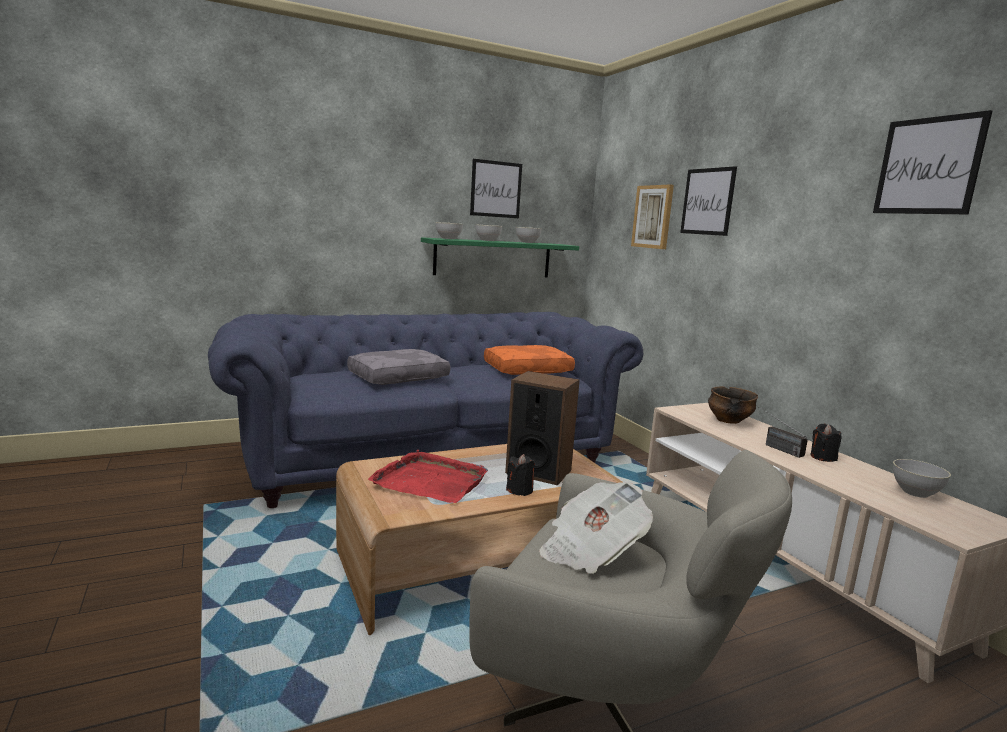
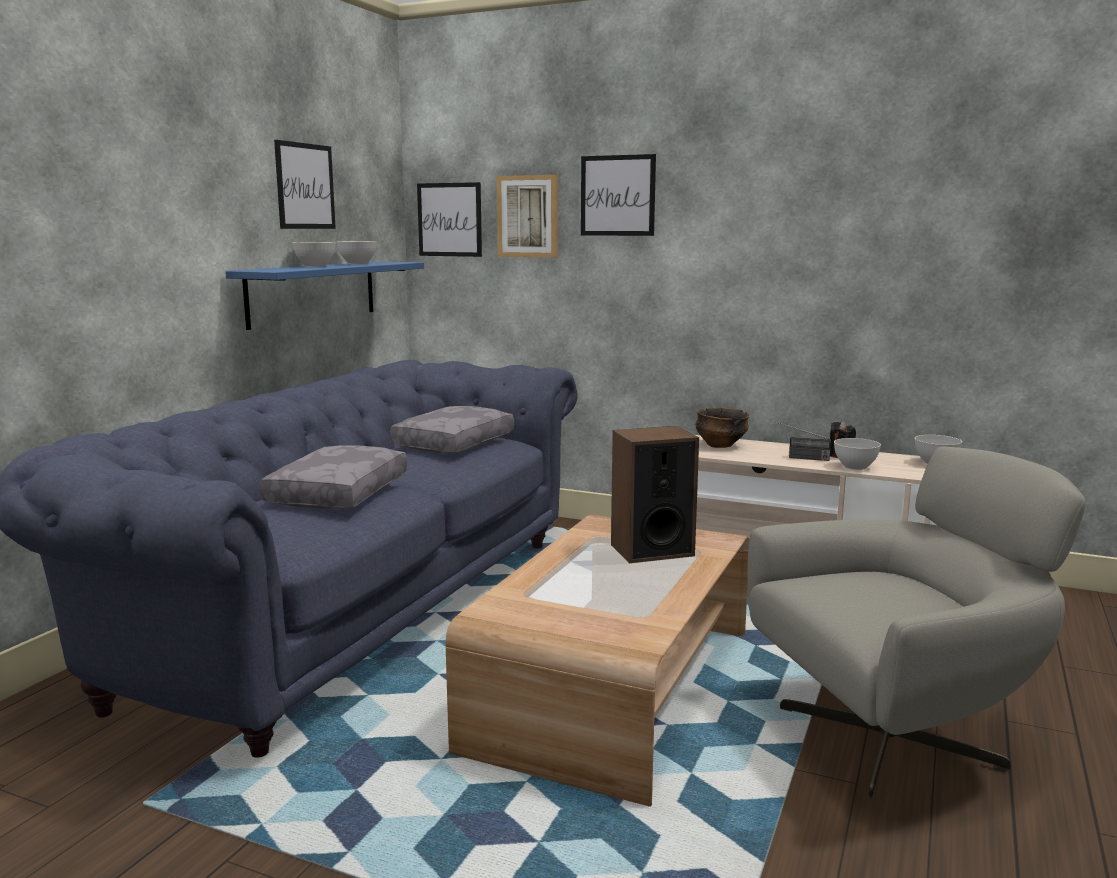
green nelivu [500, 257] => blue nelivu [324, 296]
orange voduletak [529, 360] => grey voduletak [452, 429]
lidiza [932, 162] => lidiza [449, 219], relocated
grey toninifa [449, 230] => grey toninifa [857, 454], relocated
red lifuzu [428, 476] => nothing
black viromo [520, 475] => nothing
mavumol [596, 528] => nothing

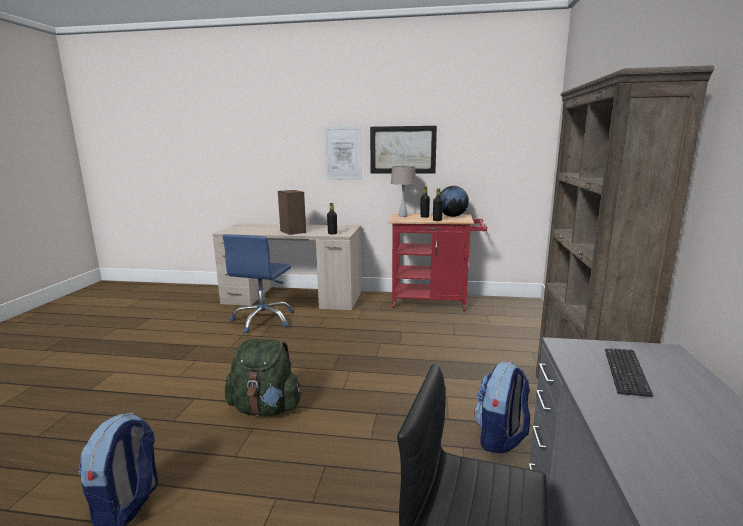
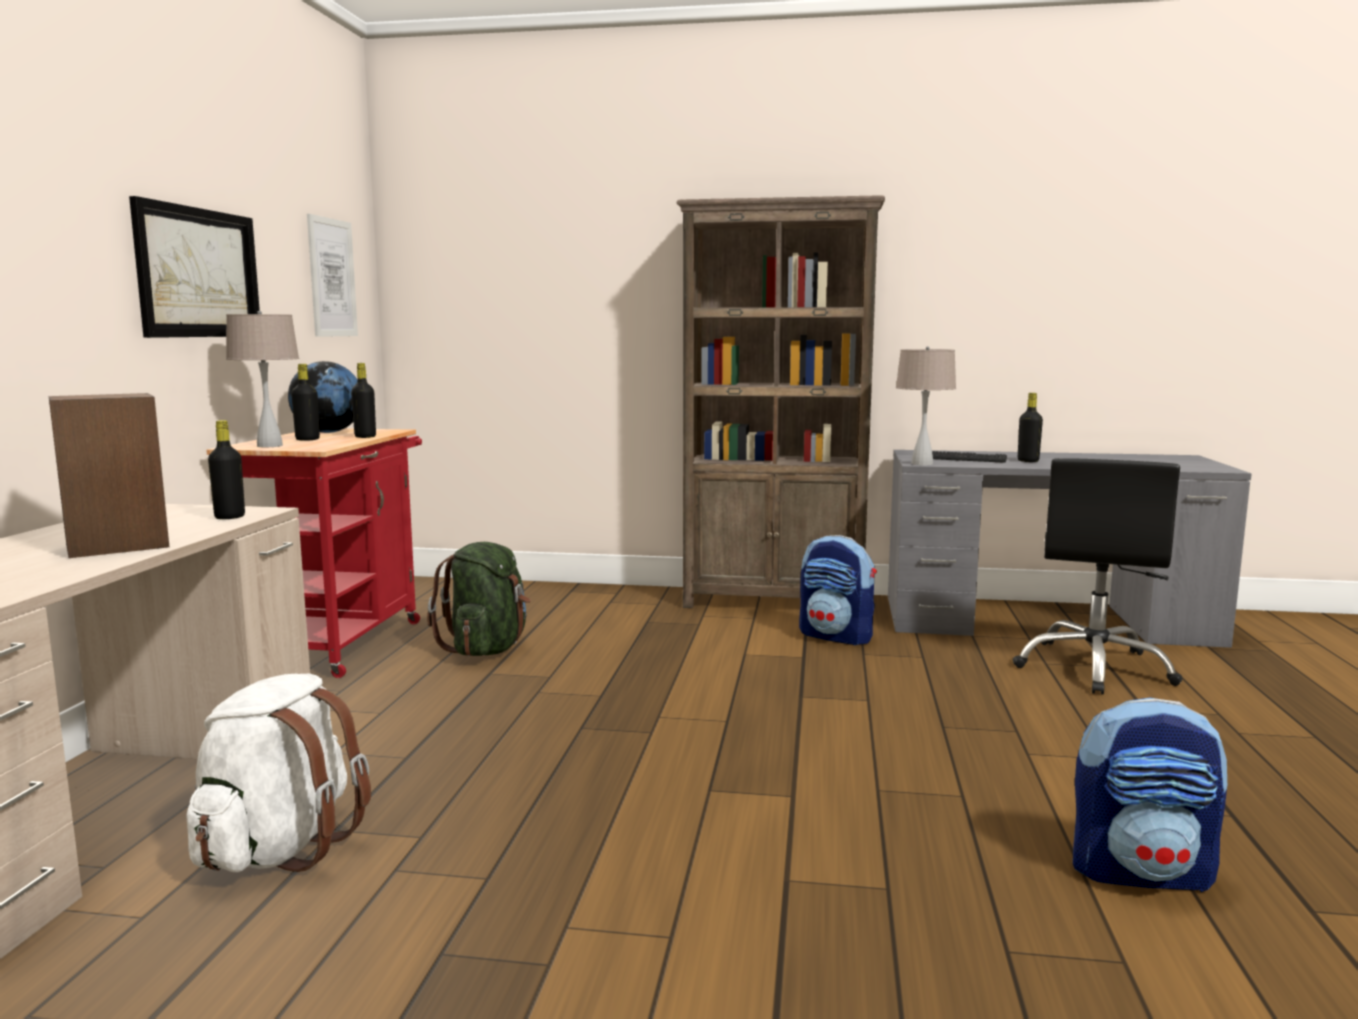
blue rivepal [258, 283] => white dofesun [278, 773]
lidiza [343, 153] => lidiza [332, 275], relocated
green dofesun [263, 377] => green dofesun [479, 599], relocated
nothing => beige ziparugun [926, 405]
nothing => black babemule [1030, 427]

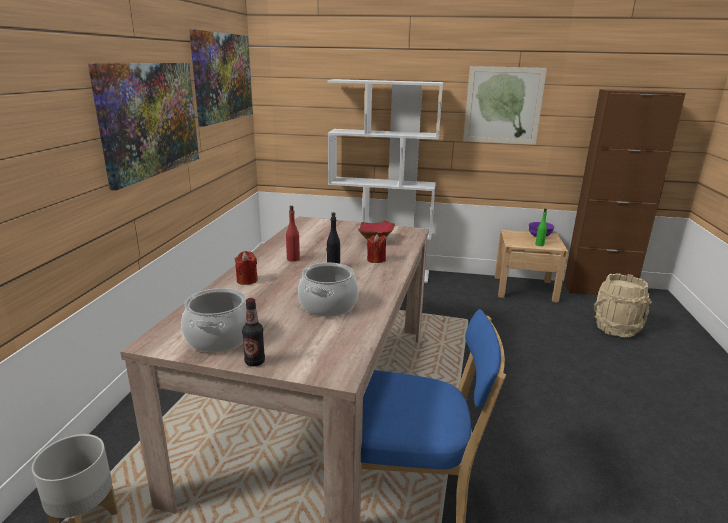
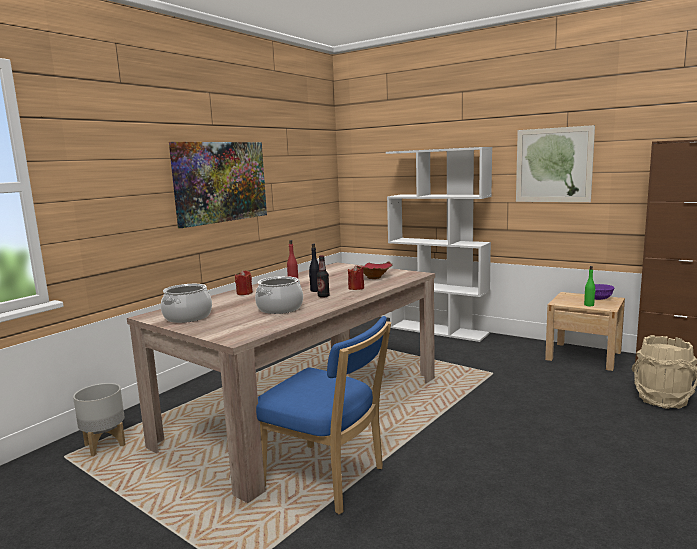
babemule [253, 332] => babemule [323, 276], relocated
lidiza [221, 78] => nothing

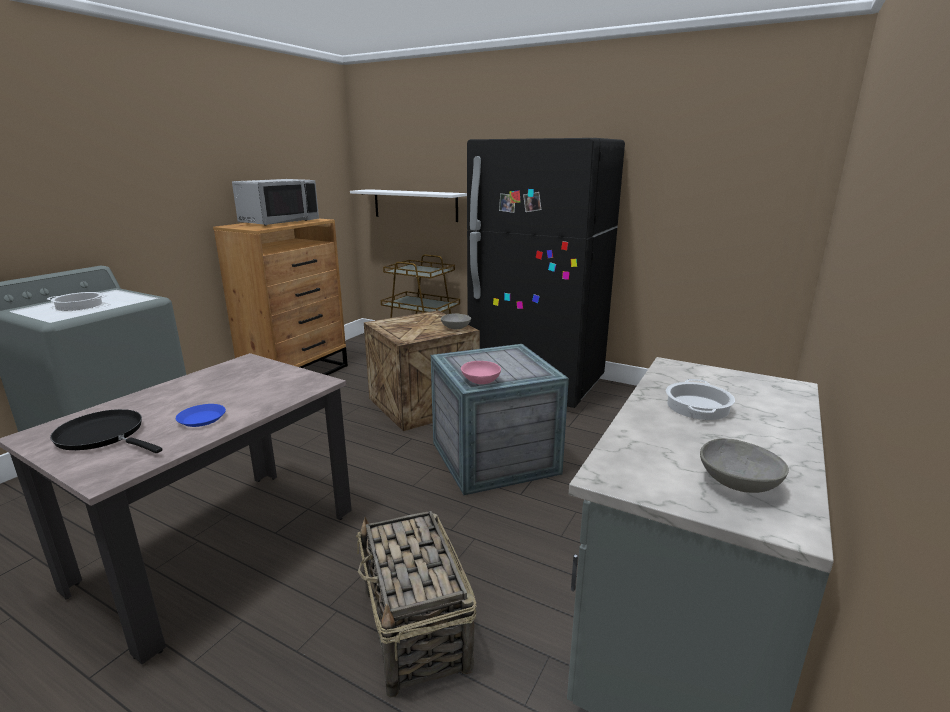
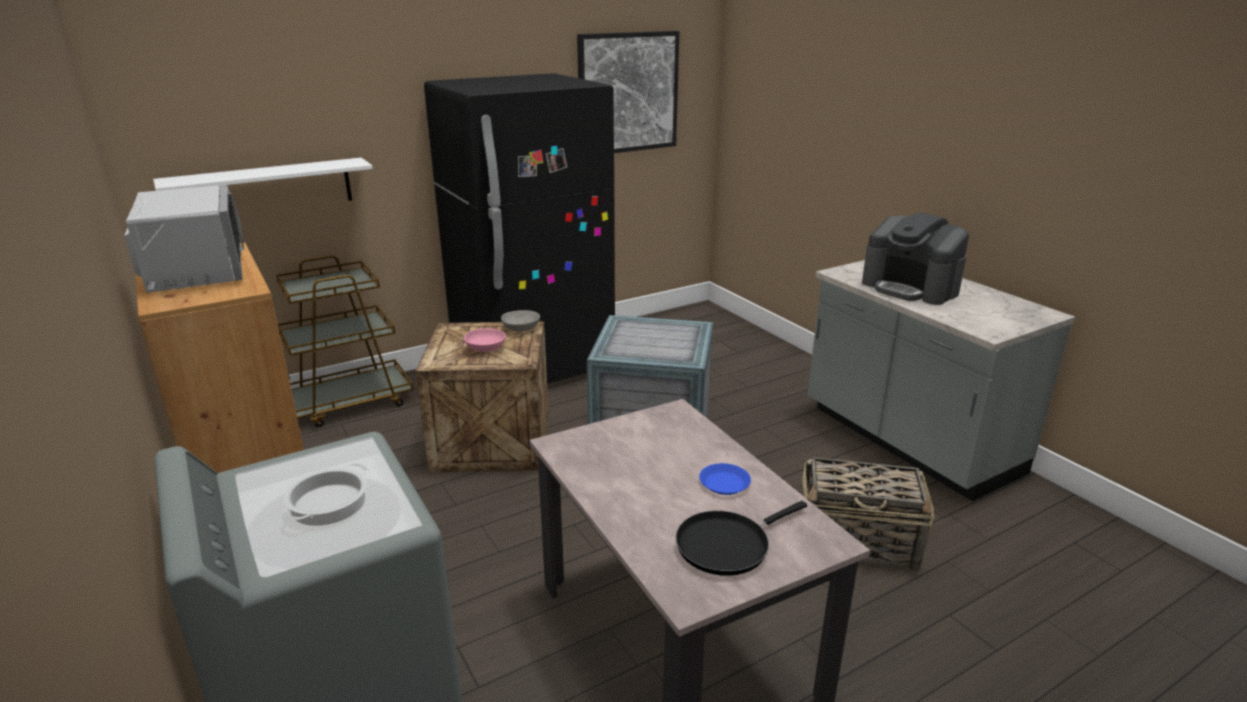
pink toninifa [481, 372] => pink toninifa [485, 340], relocated
nothing => lidiza [628, 92]
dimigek [700, 399] => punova [915, 259]
grey toninifa [744, 465] => nothing

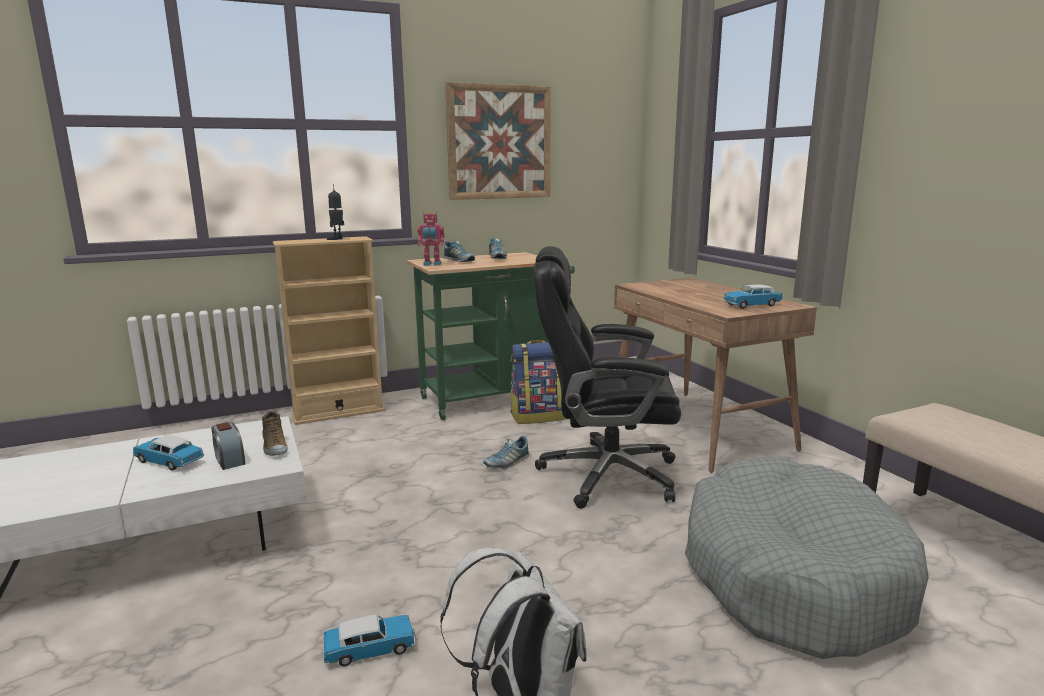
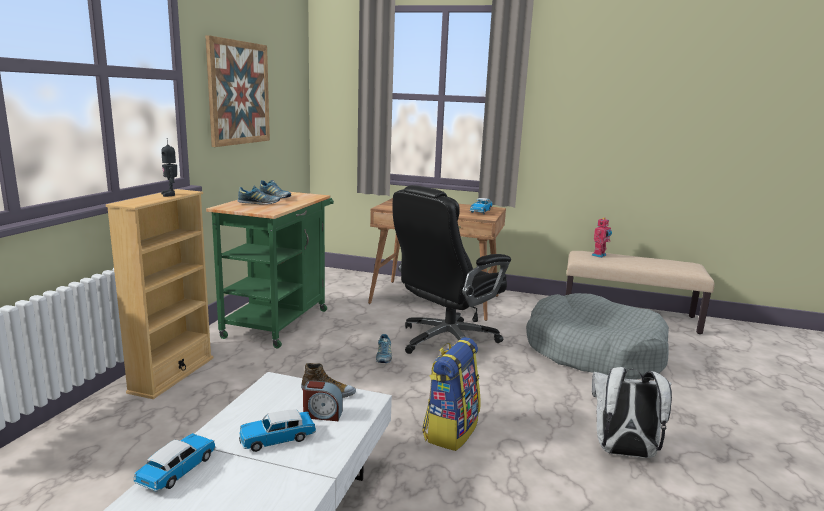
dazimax [369, 640] => dazimax [174, 462], relocated
dofesun [538, 382] => dofesun [451, 394], relocated
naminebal [431, 238] => naminebal [601, 238], relocated

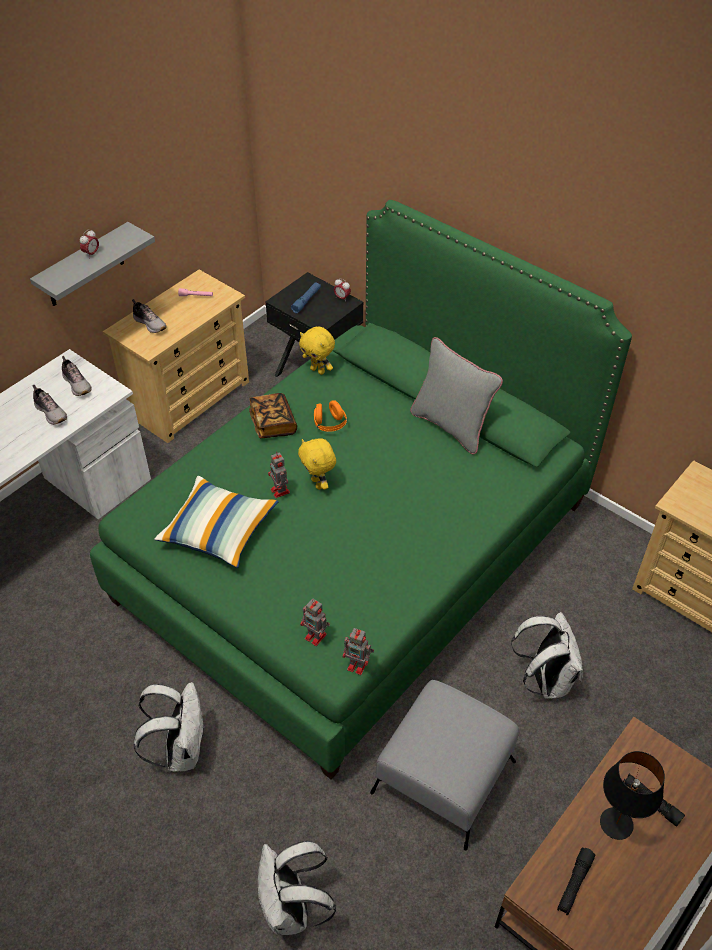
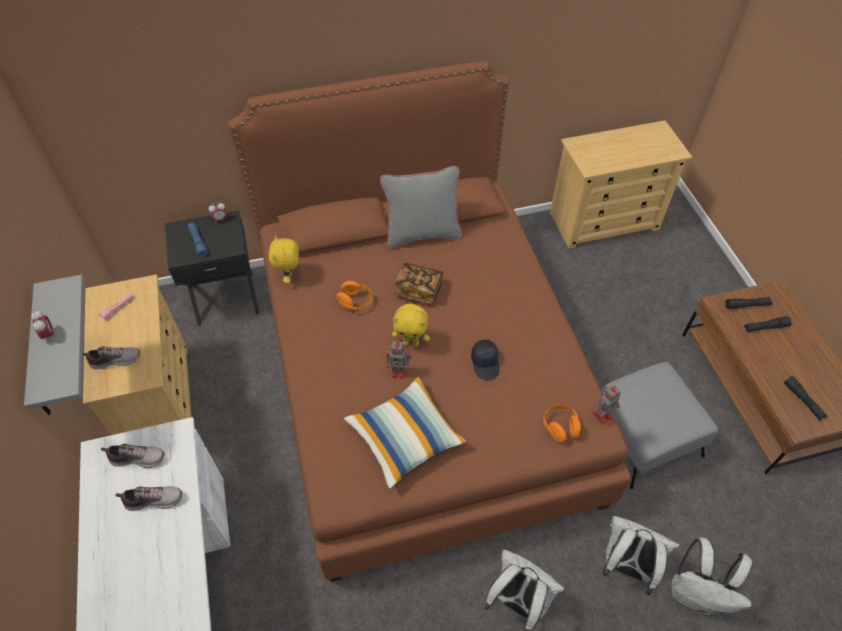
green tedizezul [361, 490] => brown tedizezul [429, 321]
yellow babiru [317, 351] => yellow babiru [284, 259], 105 degrees clockwise
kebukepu [273, 415] => kebukepu [419, 283], relocated
nothing => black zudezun [485, 360]
naminebal [315, 622] => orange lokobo [562, 423]
white dofesun [547, 655] => white dofesun [640, 555], relocated
nothing => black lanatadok [749, 303]
black ziparugun [632, 795] => nothing

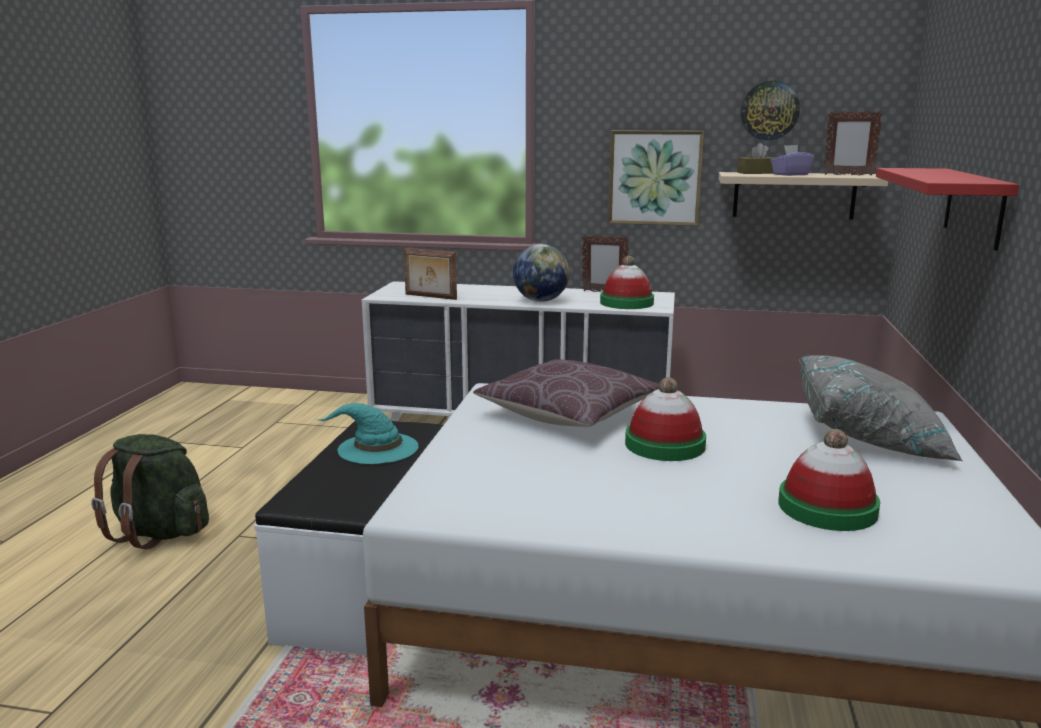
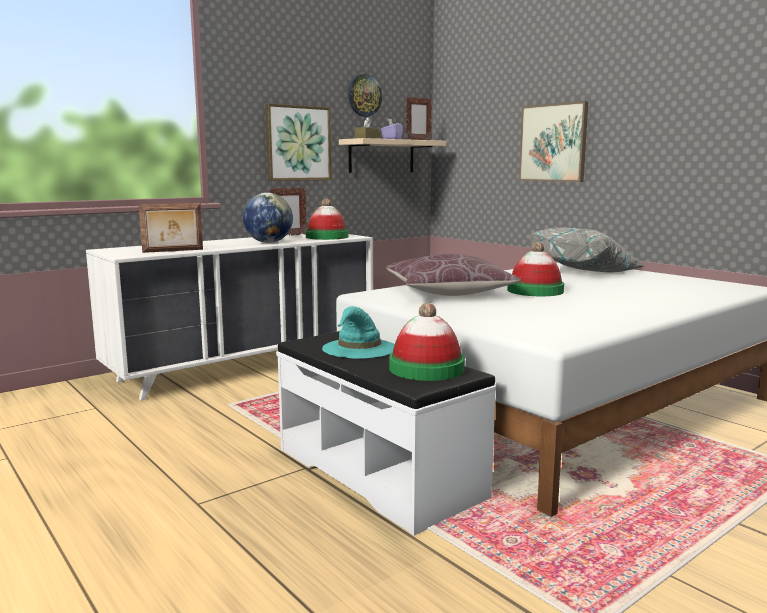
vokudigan [829, 480] => vokudigan [427, 342], relocated
red nelivu [947, 209] => lidiza [553, 141]
green dofesun [150, 491] => nothing

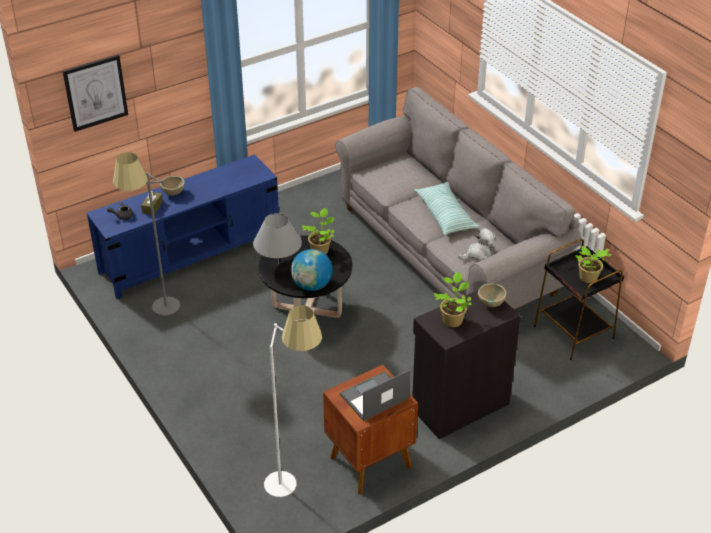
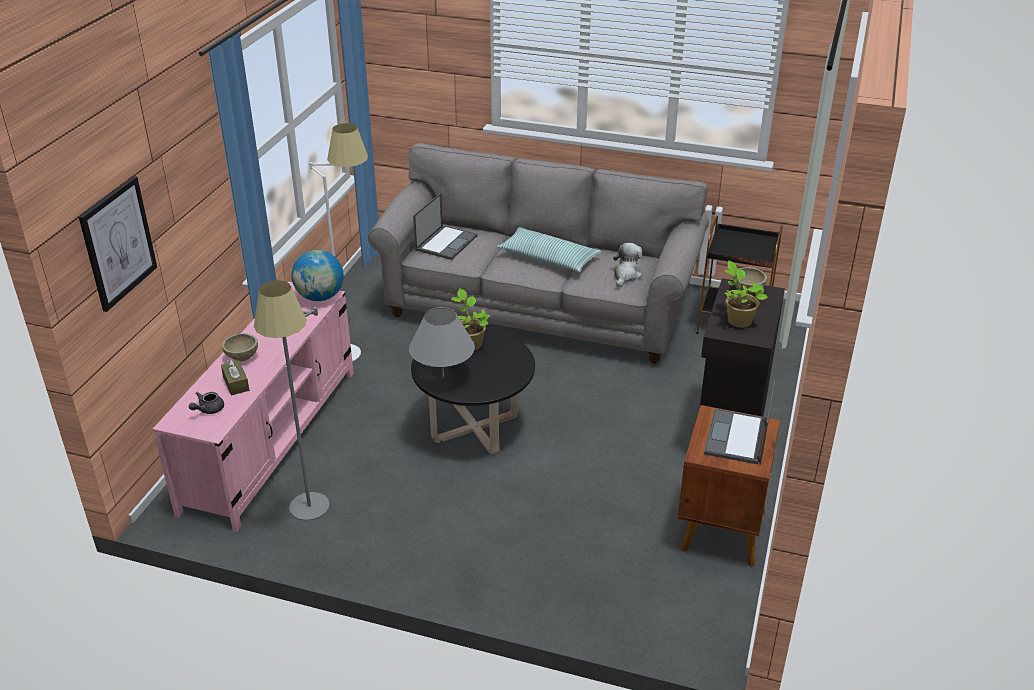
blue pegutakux [183, 226] => pink pegutakux [253, 407]
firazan [311, 270] => firazan [317, 275], relocated
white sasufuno [293, 401] => white sasufuno [339, 242], relocated
nothing => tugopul [445, 226]
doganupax [593, 264] => nothing

